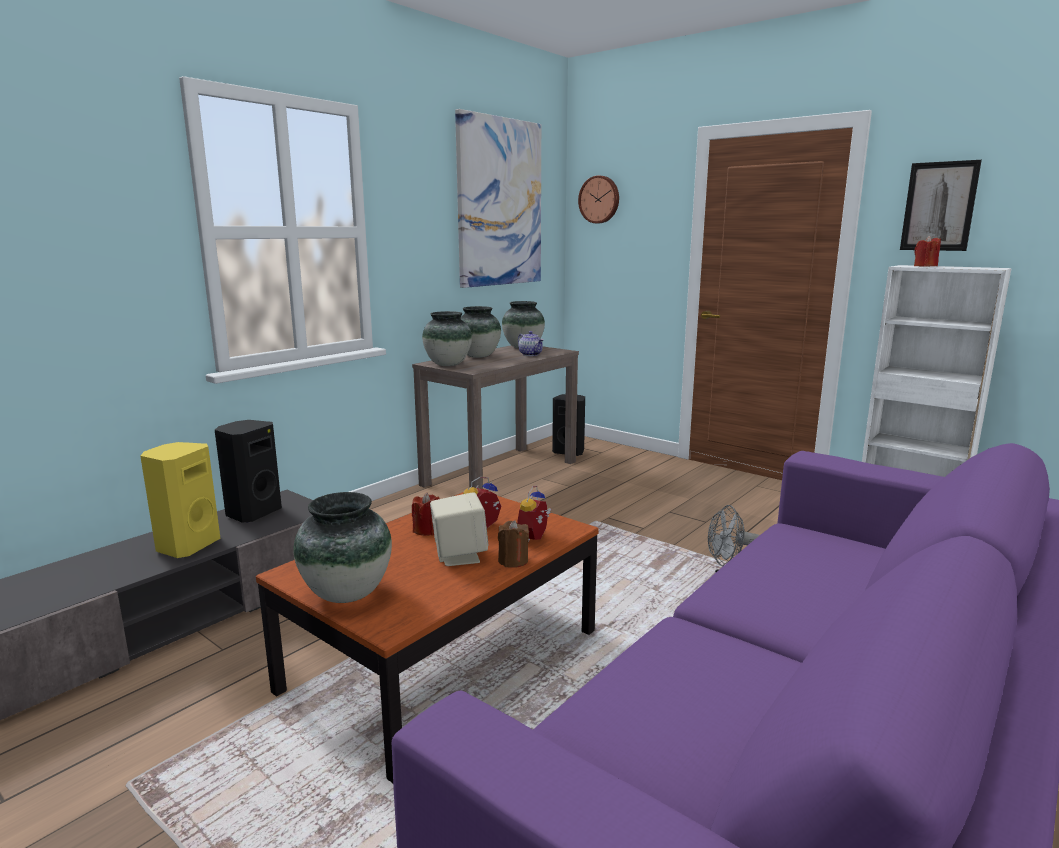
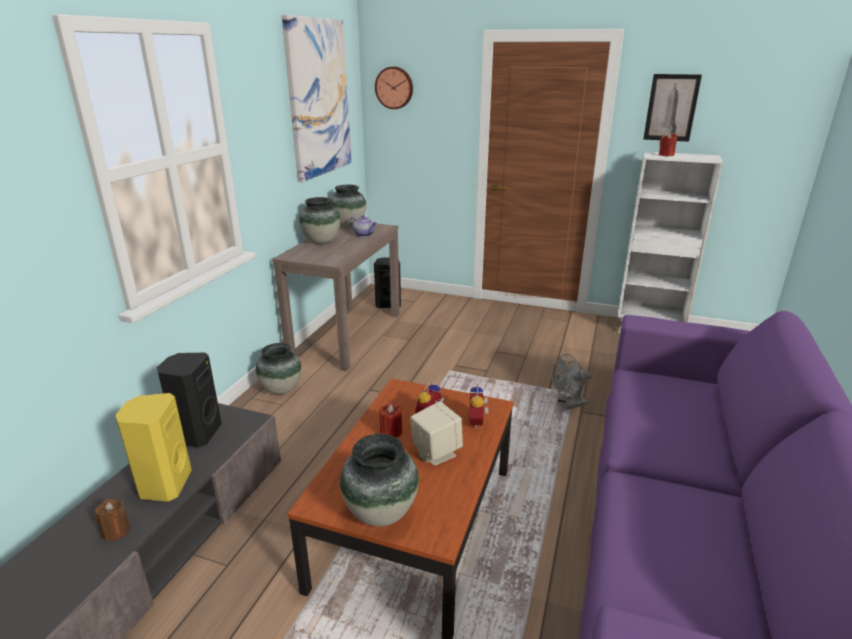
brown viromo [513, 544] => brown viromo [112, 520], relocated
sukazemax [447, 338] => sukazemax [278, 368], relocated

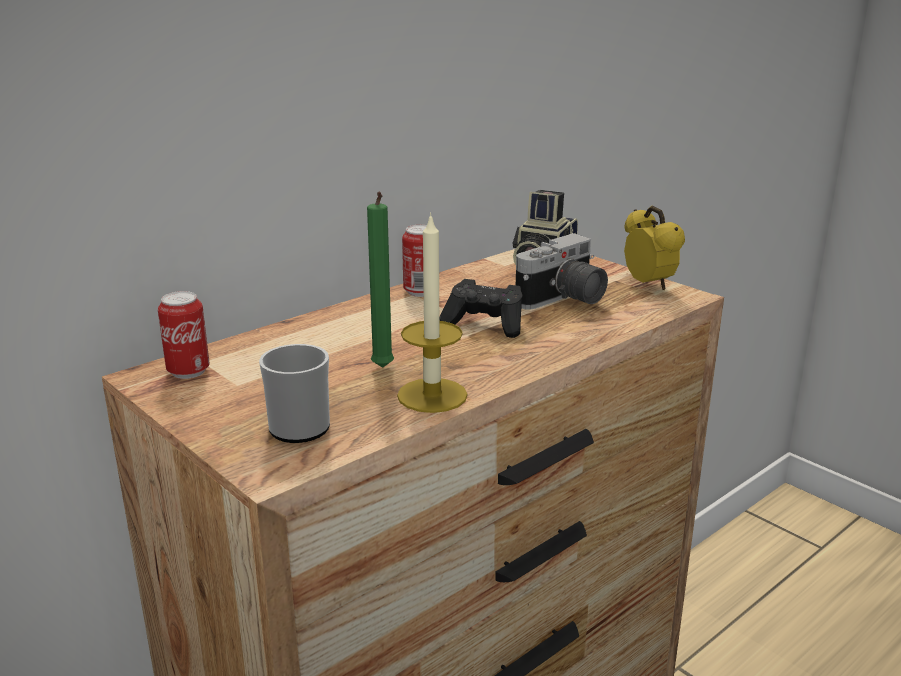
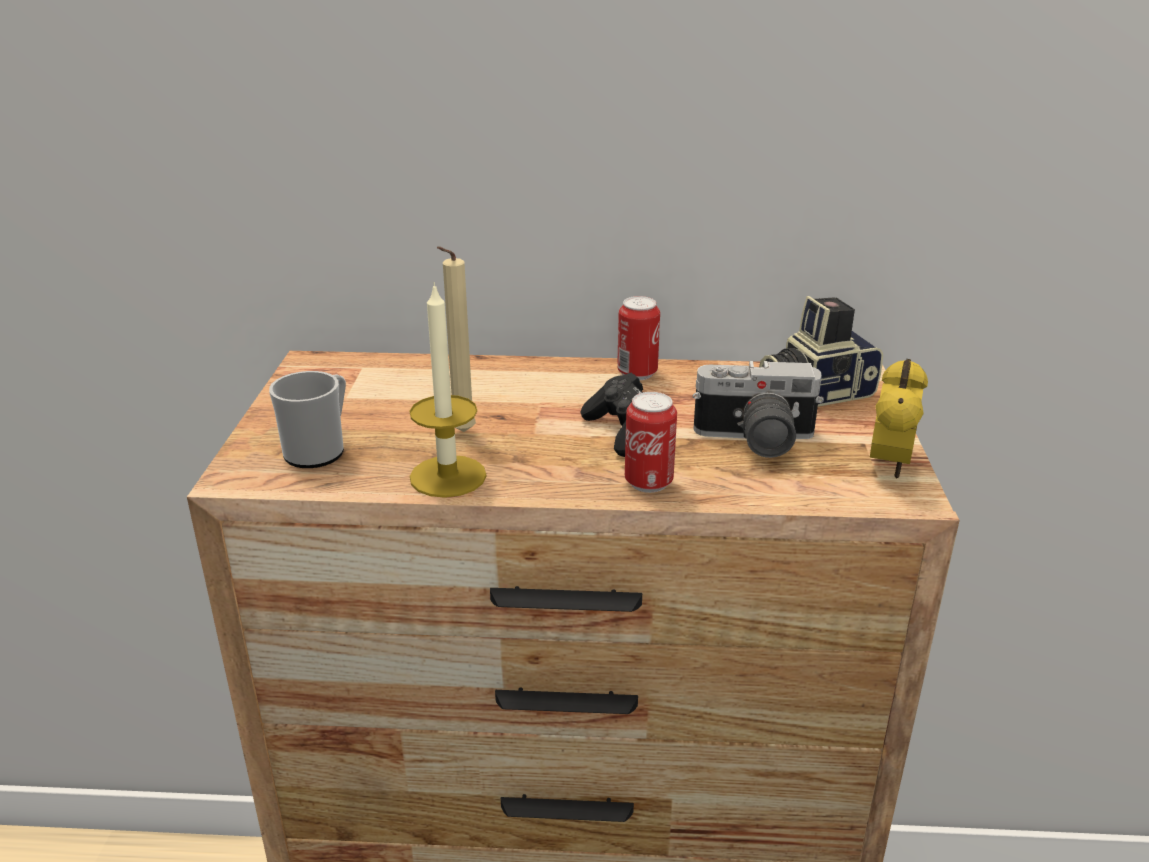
green viromo [380, 280] => beige viromo [456, 339]
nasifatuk [184, 335] => nasifatuk [651, 442], relocated

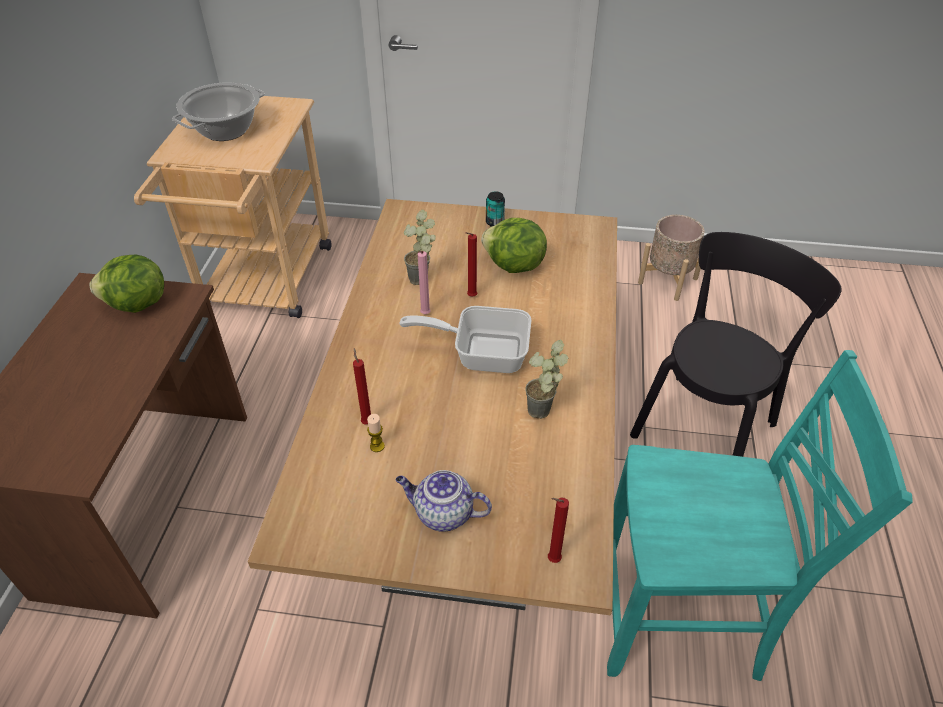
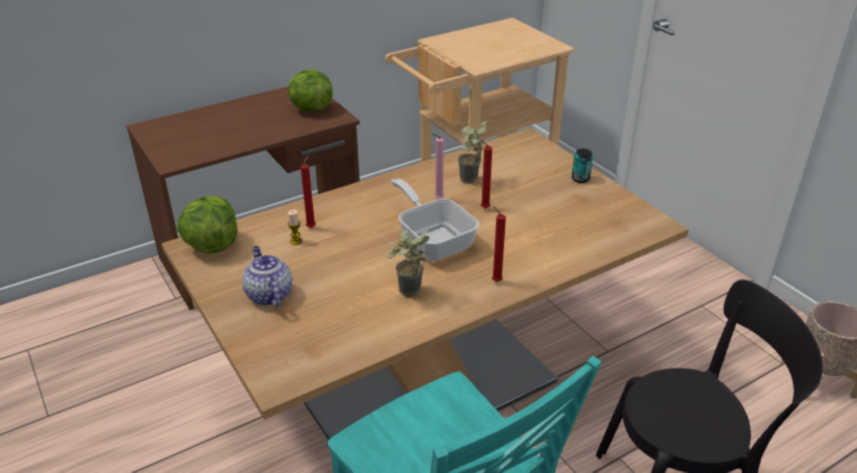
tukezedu [514, 245] => tukezedu [207, 224], relocated
red viromo [558, 530] => red viromo [499, 244], relocated
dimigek [218, 112] => nothing

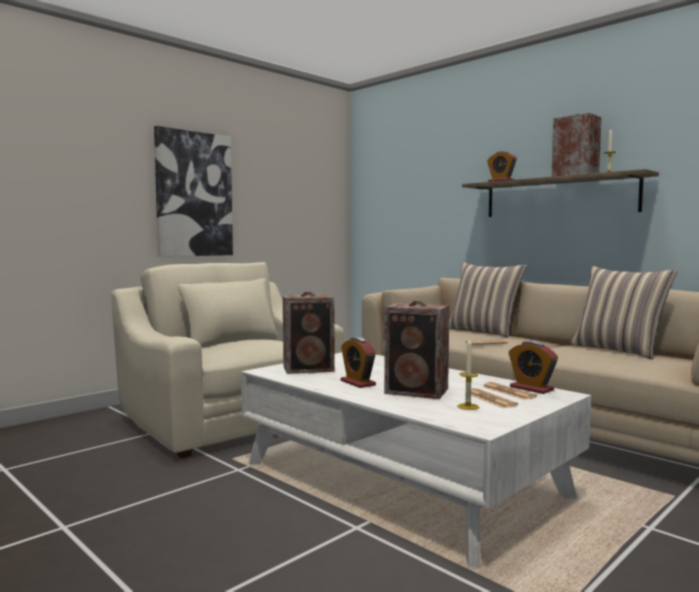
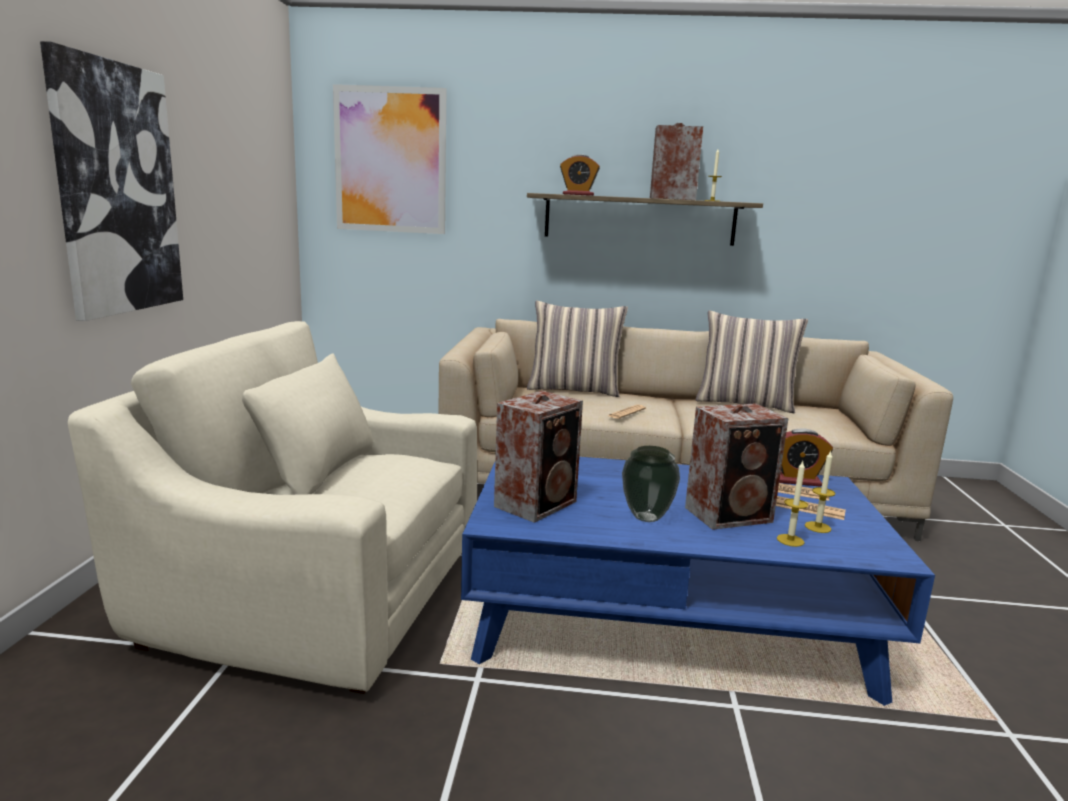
nothing => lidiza [389, 159]
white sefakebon [416, 460] => blue sefakebon [698, 581]
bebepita [358, 362] => sukazemax [651, 484]
nothing => viromo [792, 504]

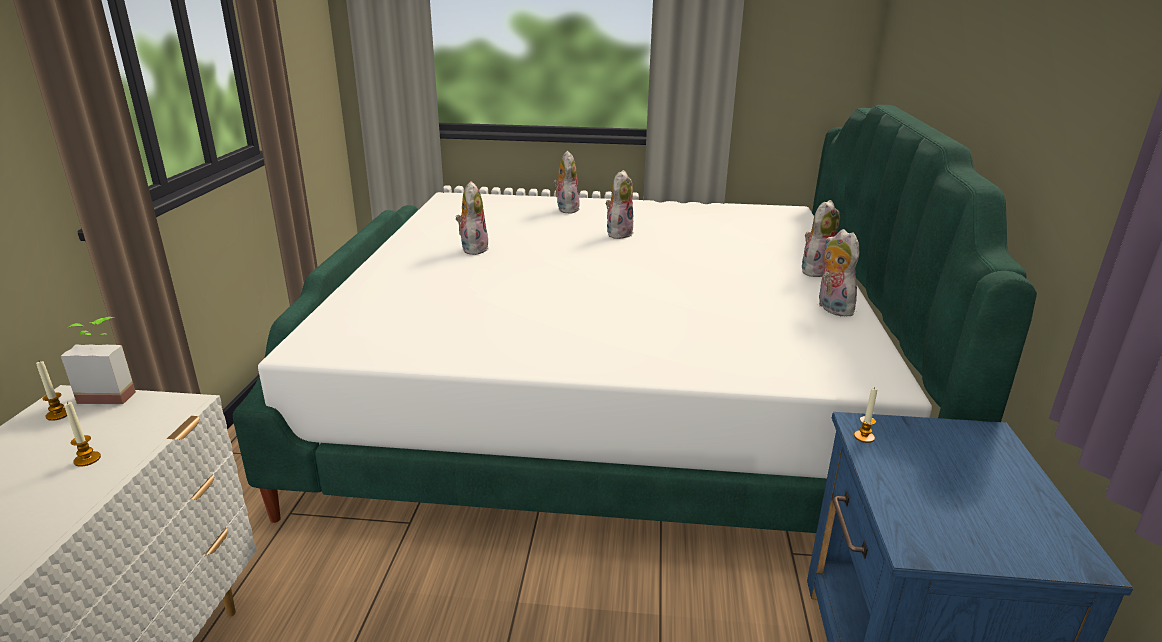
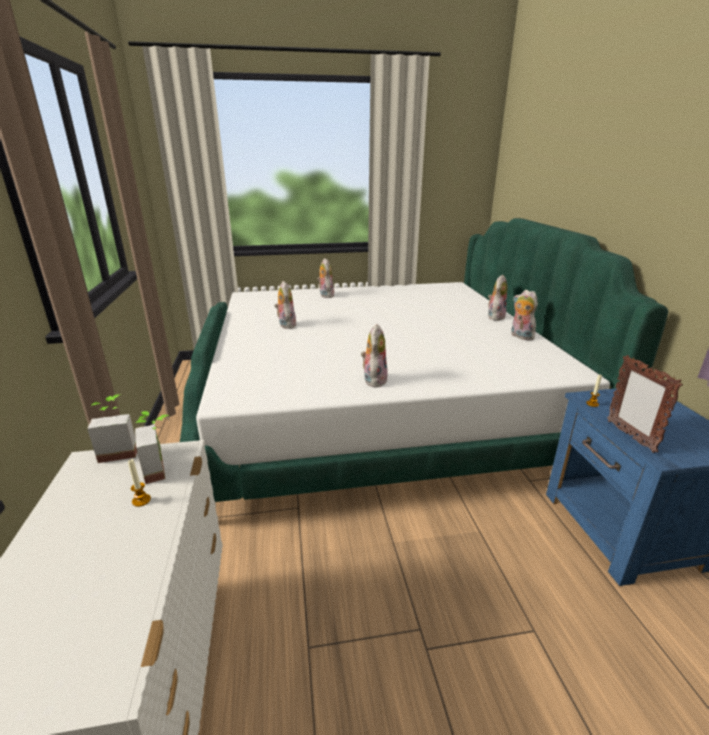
nothing => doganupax [152, 447]
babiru [620, 204] => babiru [374, 355], relocated
nothing => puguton [645, 404]
viromo [51, 391] => nothing

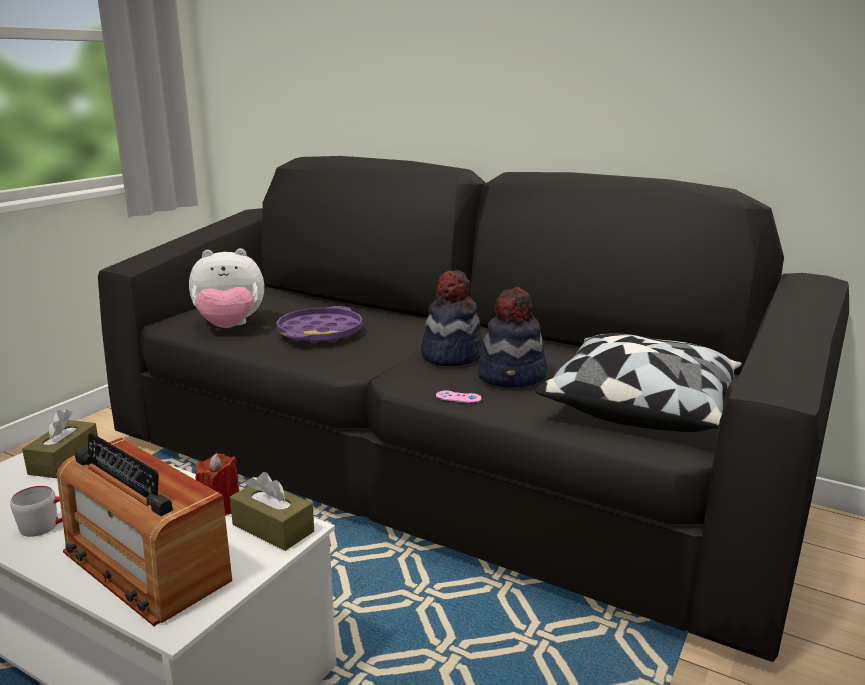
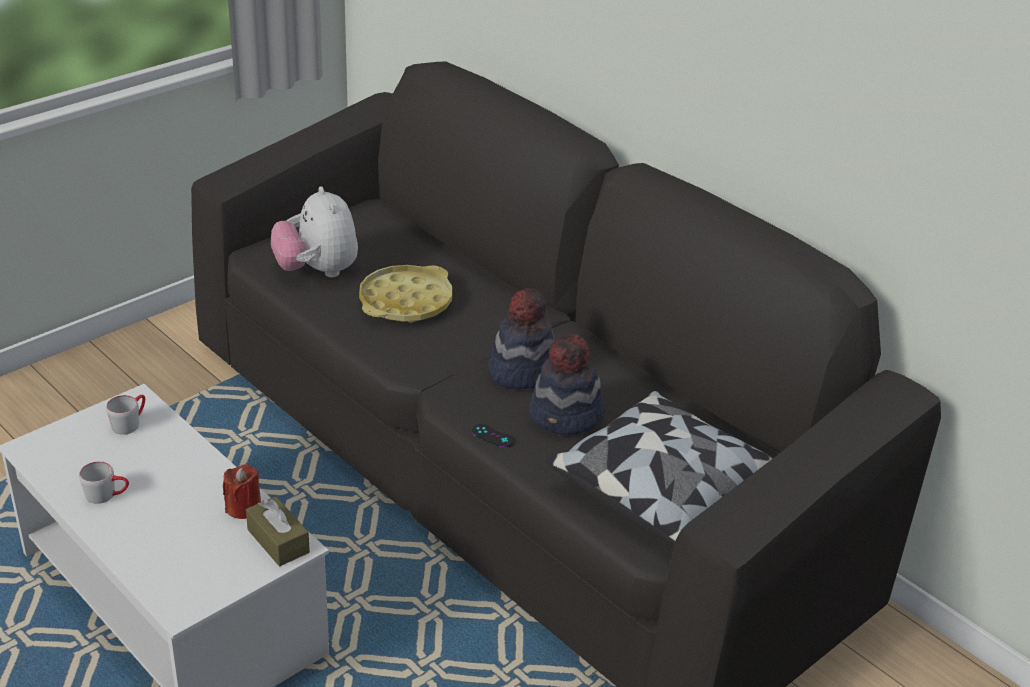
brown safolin [60, 443] => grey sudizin [125, 415]
babiru [226, 288] => babiru [314, 231], 60 degrees clockwise
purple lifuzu [319, 325] => yellow lifuzu [405, 294]
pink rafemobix [459, 397] => black rafemobix [493, 436]
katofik [144, 529] => nothing

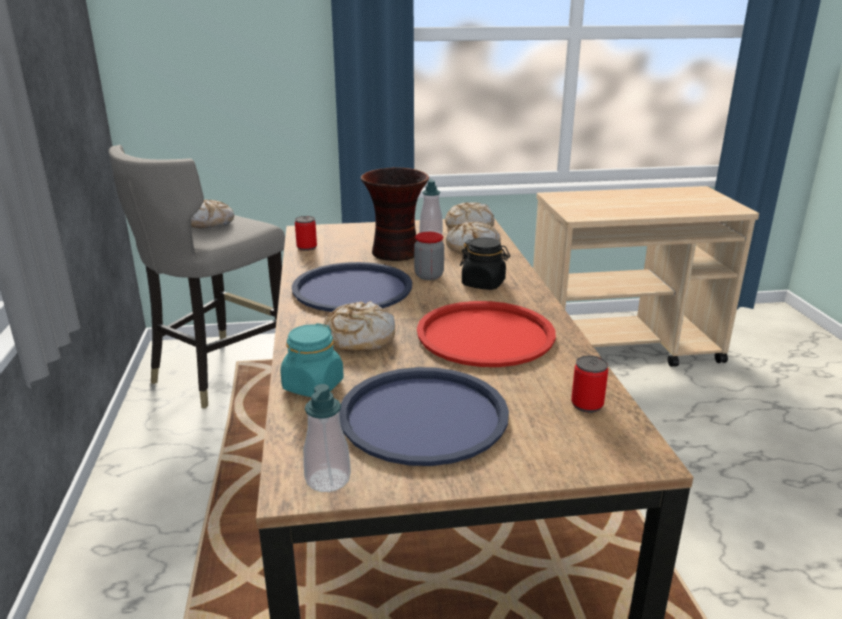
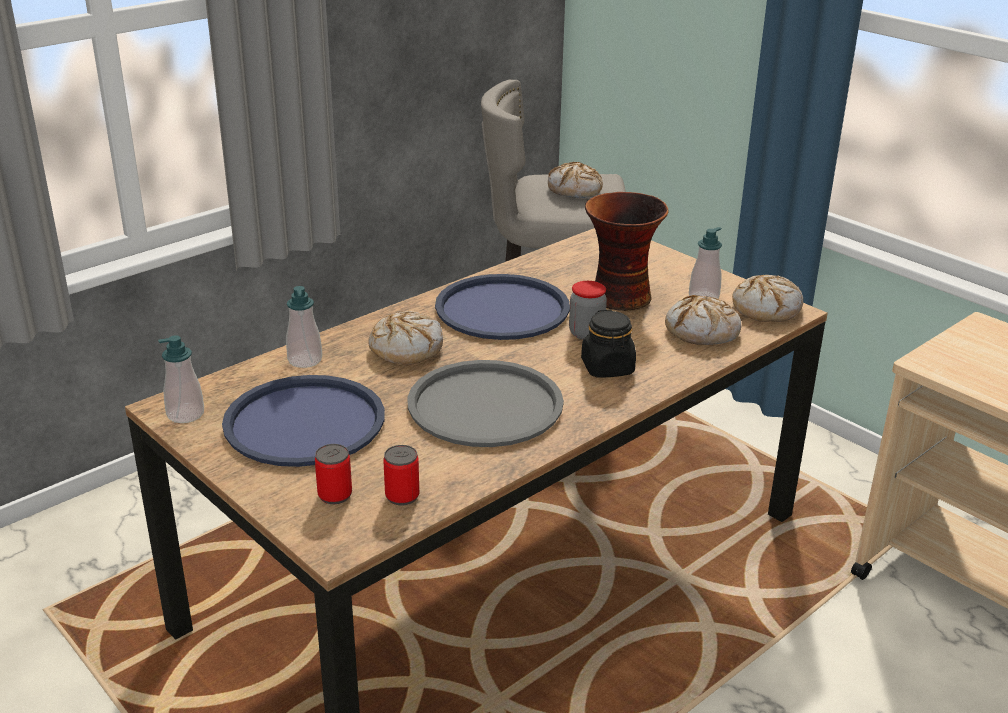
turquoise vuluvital [312, 360] => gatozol [304, 327]
nasifatuk [306, 233] => nasifatuk [333, 474], relocated
red lifuzu [486, 334] => grey lifuzu [485, 403]

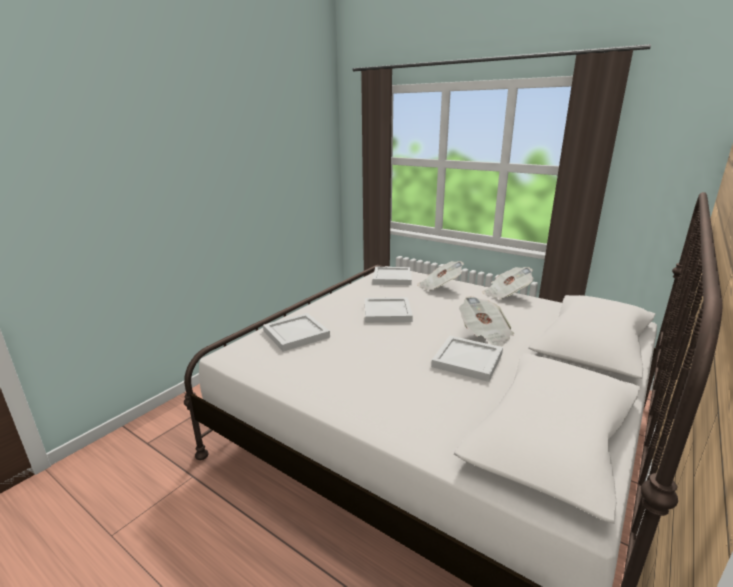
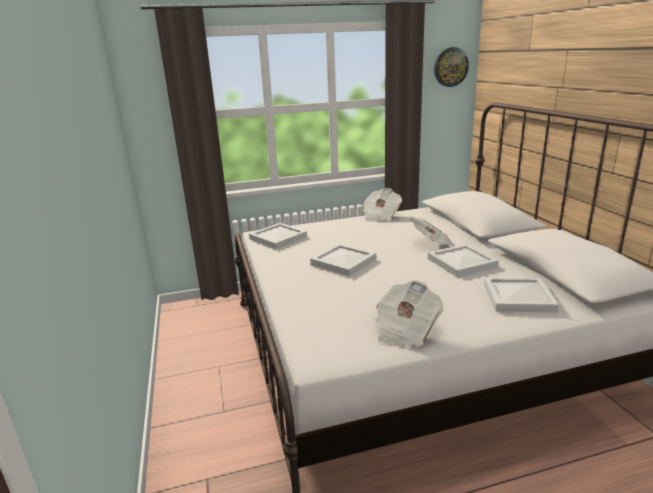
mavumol [440, 276] => mavumol [409, 313], relocated
nothing => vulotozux [451, 67]
white lifuzu [296, 332] => white lifuzu [521, 294], relocated

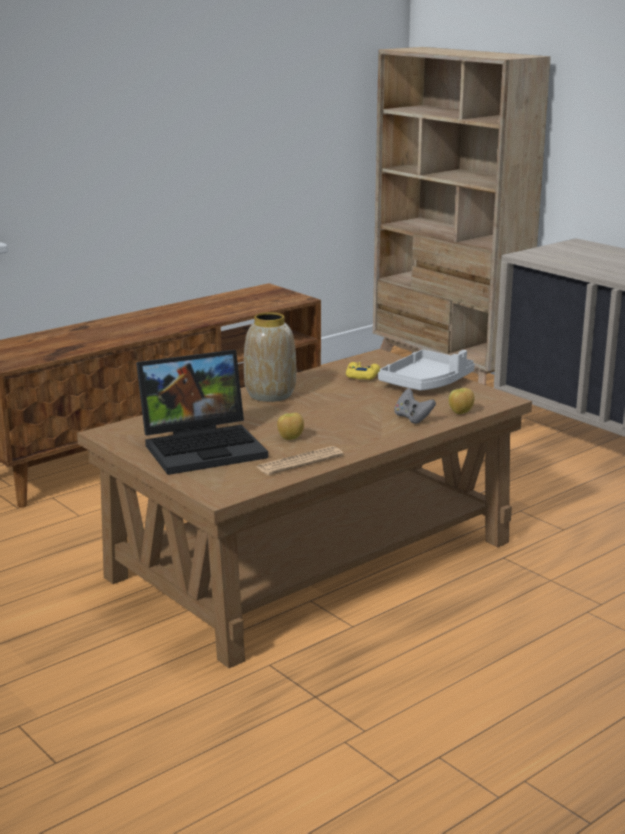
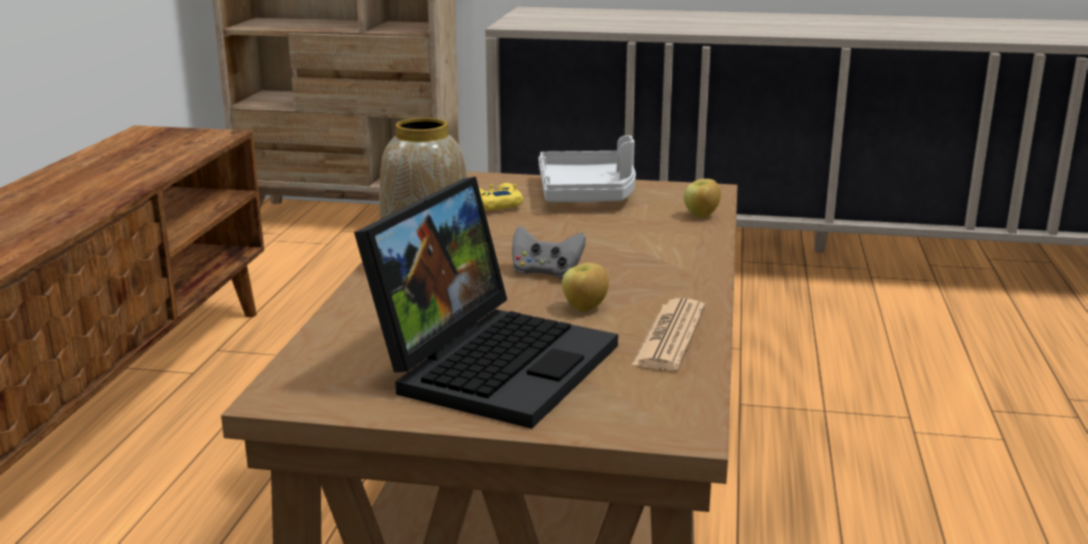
grey rafemobix [415, 406] => grey rafemobix [549, 252], relocated

